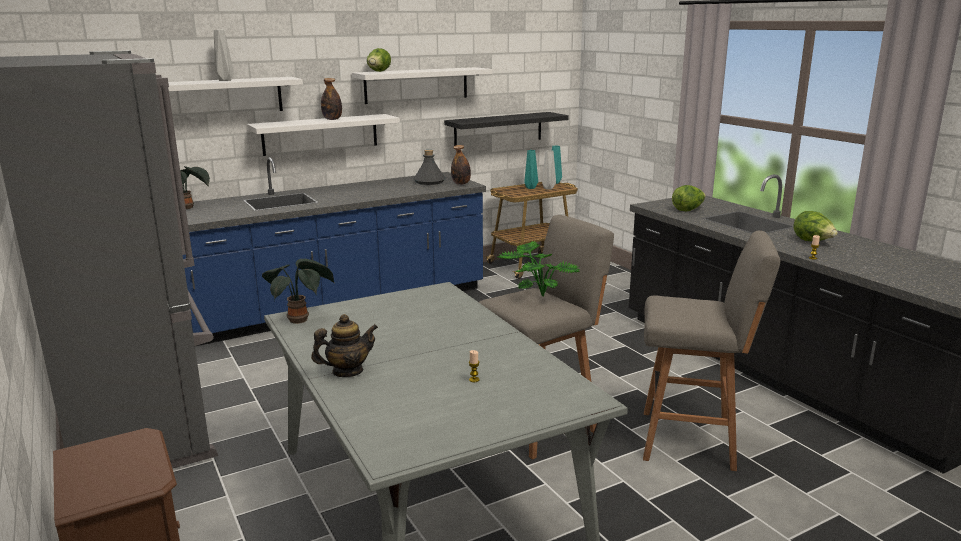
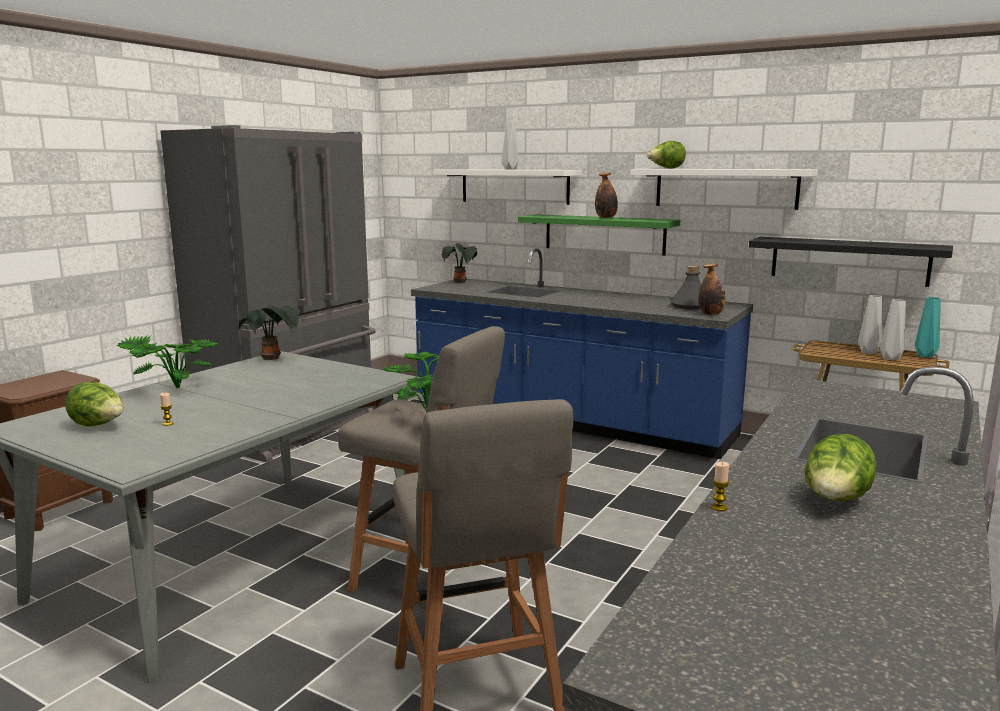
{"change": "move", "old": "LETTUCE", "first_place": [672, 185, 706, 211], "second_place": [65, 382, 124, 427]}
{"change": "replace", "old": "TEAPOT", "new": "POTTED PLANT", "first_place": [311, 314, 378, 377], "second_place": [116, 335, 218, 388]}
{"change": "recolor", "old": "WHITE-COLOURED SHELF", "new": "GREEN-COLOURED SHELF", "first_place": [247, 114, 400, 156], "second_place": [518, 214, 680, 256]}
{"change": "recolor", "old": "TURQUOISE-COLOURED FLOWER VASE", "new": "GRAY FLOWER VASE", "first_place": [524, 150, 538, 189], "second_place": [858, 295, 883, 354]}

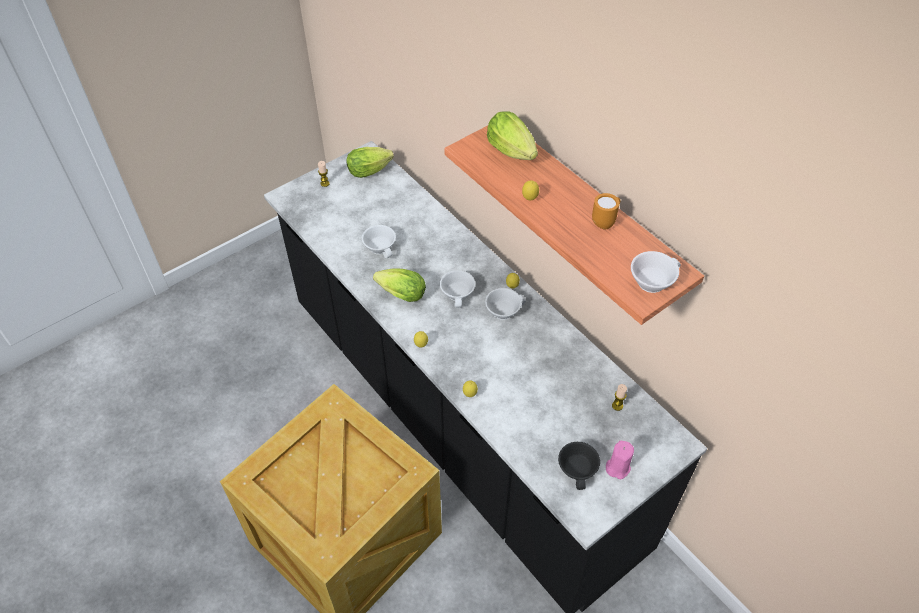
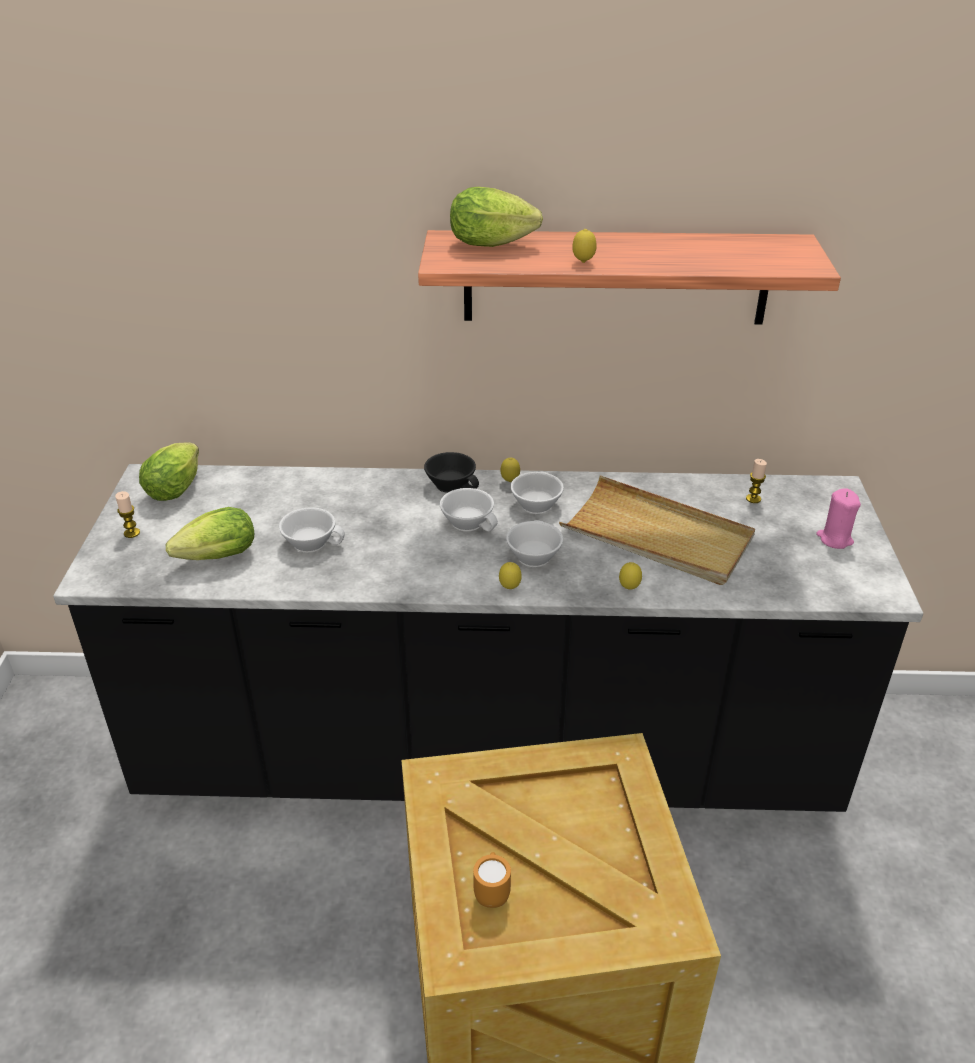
{"change": "insert", "new": "BEIGE-COLOURED CARRYING TRAY", "second_place": [559, 475, 755, 585]}
{"change": "move", "old": "LETTUCE", "first_place": [373, 268, 426, 302], "second_place": [166, 507, 254, 560]}
{"change": "move", "old": "BLACK DRINKING CUP", "first_place": [558, 442, 600, 490], "second_place": [424, 452, 479, 493]}
{"change": "move", "old": "ORANGE-COLOURED COFFEE MUG", "first_place": [592, 193, 621, 230], "second_place": [473, 852, 511, 908]}
{"change": "move", "old": "WHITE-COLOURED DRINKING CUP", "first_place": [631, 251, 681, 293], "second_place": [506, 520, 563, 567]}

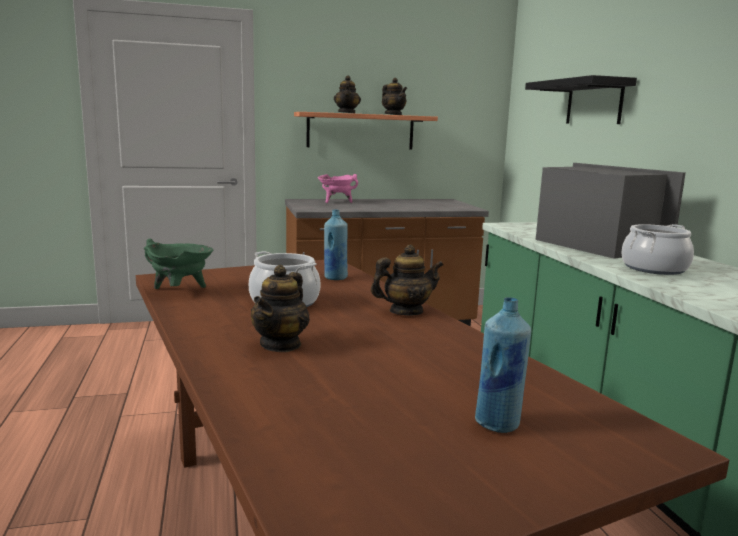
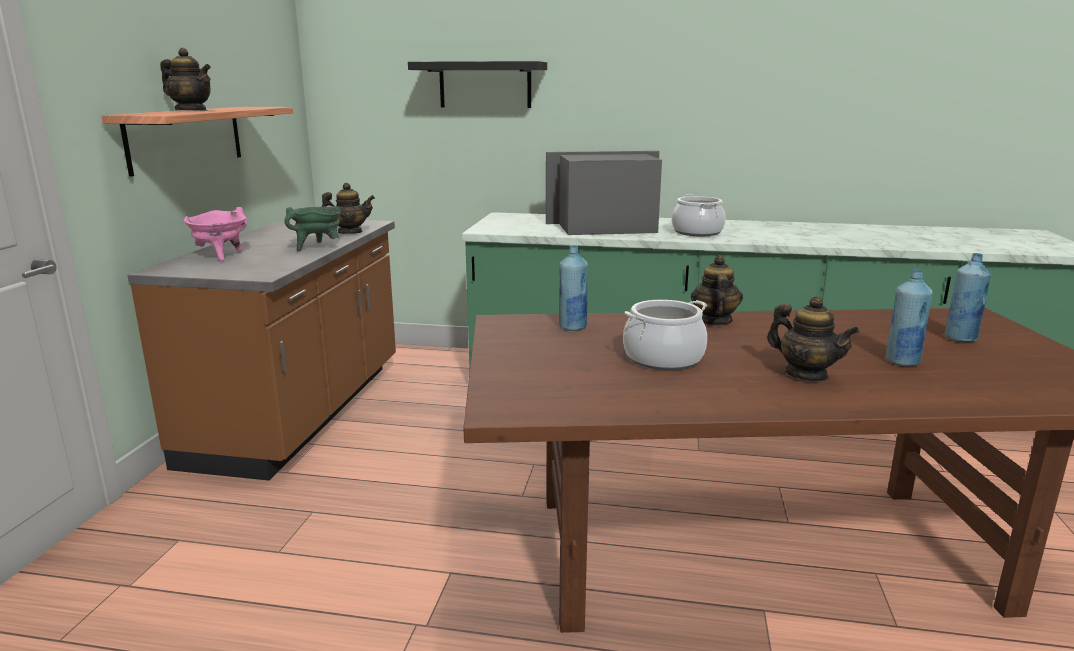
{"change": "insert", "new": "BLUE BEVERAGE BOTTLE", "second_place": [886, 269, 933, 366]}
{"change": "move", "old": "GREEN-COLOURED SAUCEPOT", "first_place": [144, 239, 213, 289], "second_place": [284, 207, 343, 251]}
{"change": "move", "old": "TEAPOT", "first_place": [382, 78, 407, 115], "second_place": [322, 183, 375, 234]}

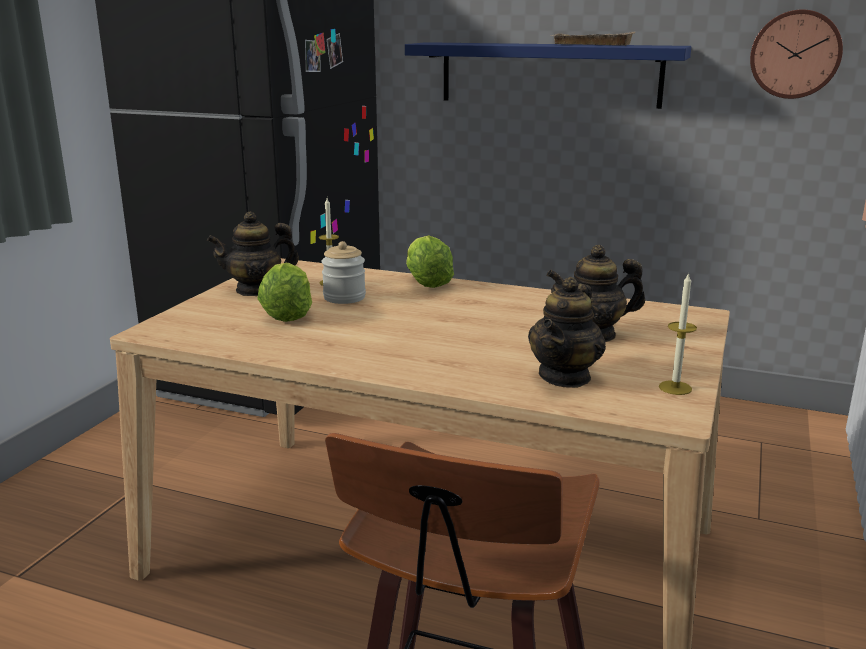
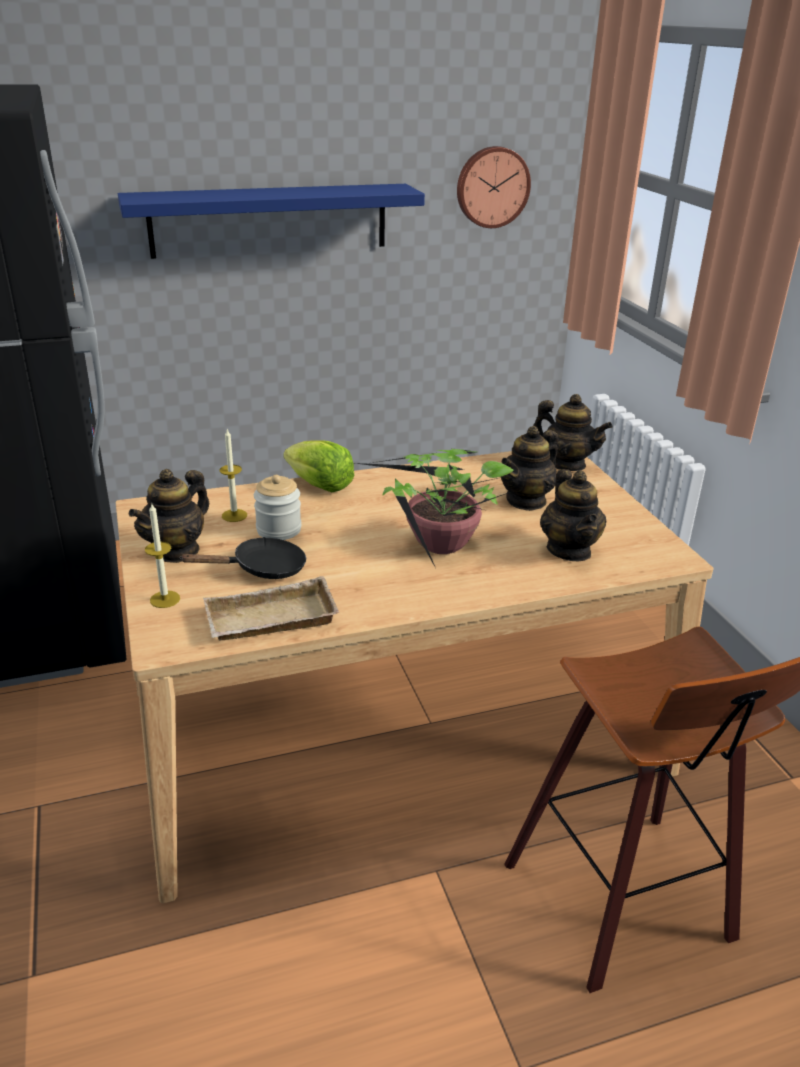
{"change": "insert", "new": "POTTED PLANT", "second_place": [356, 449, 513, 568]}
{"change": "insert", "new": "TEAPOT", "second_place": [533, 394, 612, 471]}
{"change": "move", "old": "BEIGE-COLOURED CARRYING TRAY", "first_place": [551, 31, 636, 46], "second_place": [203, 576, 340, 641]}
{"change": "move", "old": "WAX LIGHT", "first_place": [659, 272, 697, 395], "second_place": [145, 502, 180, 608]}
{"change": "replace", "old": "LETTUCE", "new": "BLACK PAN", "first_place": [257, 263, 312, 322], "second_place": [179, 537, 306, 579]}

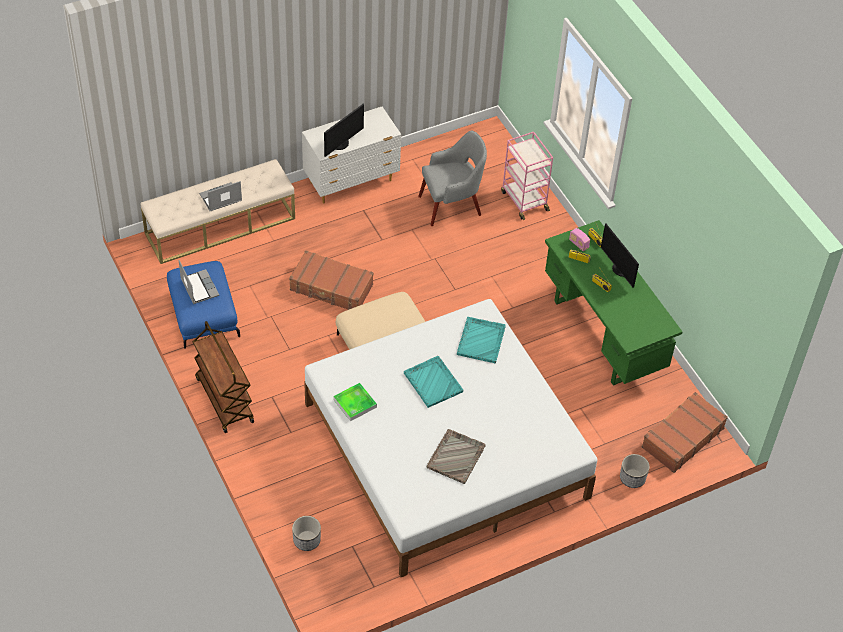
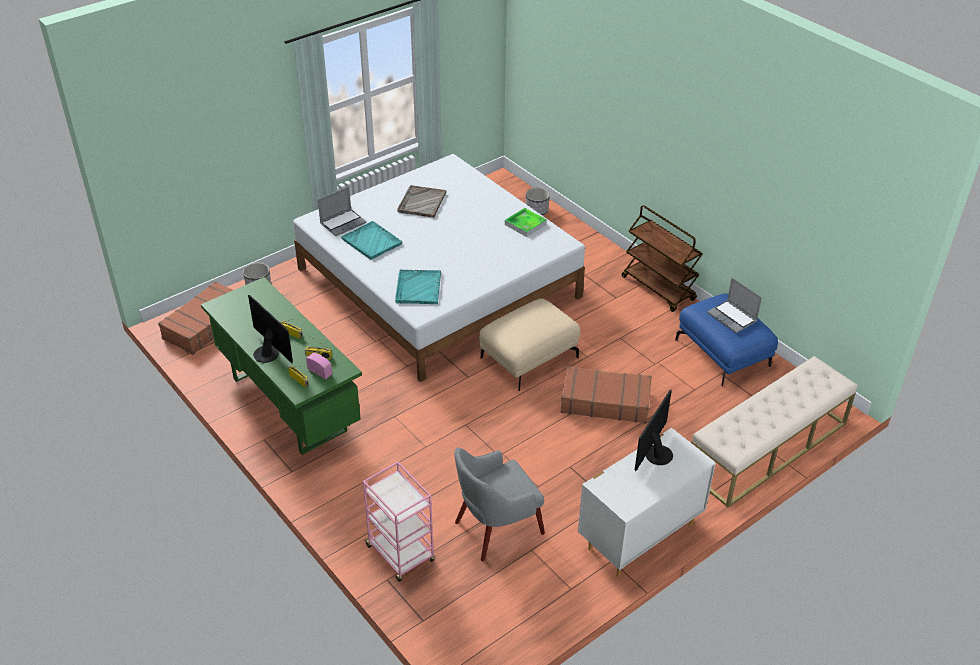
{"change": "move", "old": "PORTABLE COMPUTER", "first_place": [199, 181, 242, 211], "second_place": [318, 186, 366, 236]}
{"change": "move", "old": "TURQUOISE-COLOURED CARRYING TRAY", "first_place": [404, 356, 463, 408], "second_place": [341, 221, 402, 260]}

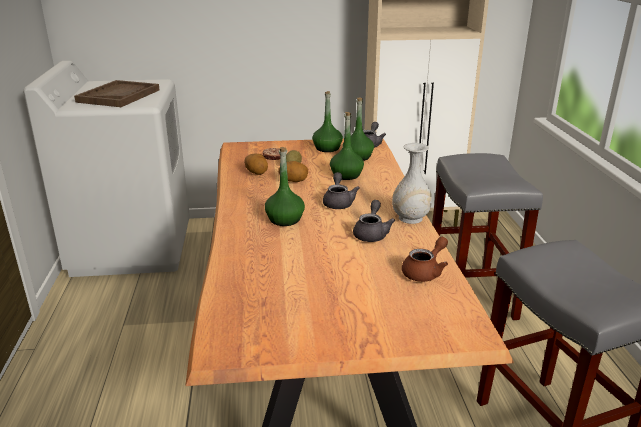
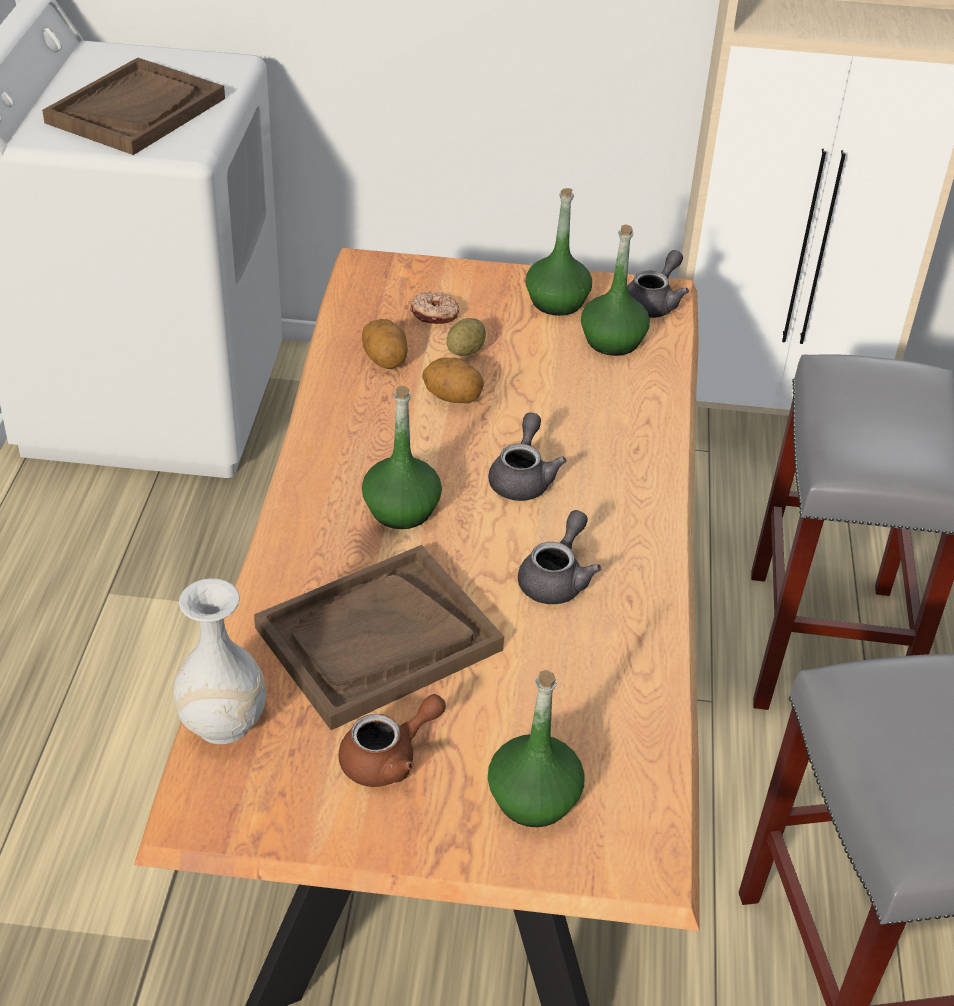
{"change": "insert", "new": "BROWNISH CARRYING TRAY", "second_place": [254, 545, 504, 730]}
{"change": "move", "old": "GREEN-COLOURED BEVERAGE BOTTLE", "first_place": [330, 112, 364, 180], "second_place": [488, 670, 585, 827]}
{"change": "move", "old": "WHITE-COLOURED FLOWER VASE", "first_place": [392, 143, 432, 224], "second_place": [173, 578, 267, 744]}
{"change": "move", "old": "BROWNISH TEAPOT", "first_place": [402, 237, 448, 282], "second_place": [338, 694, 446, 787]}

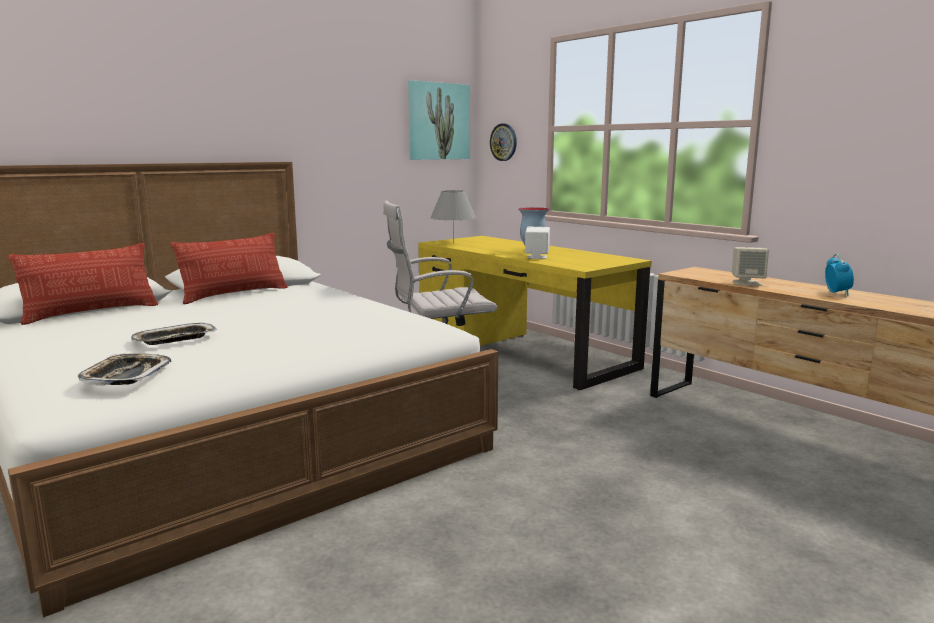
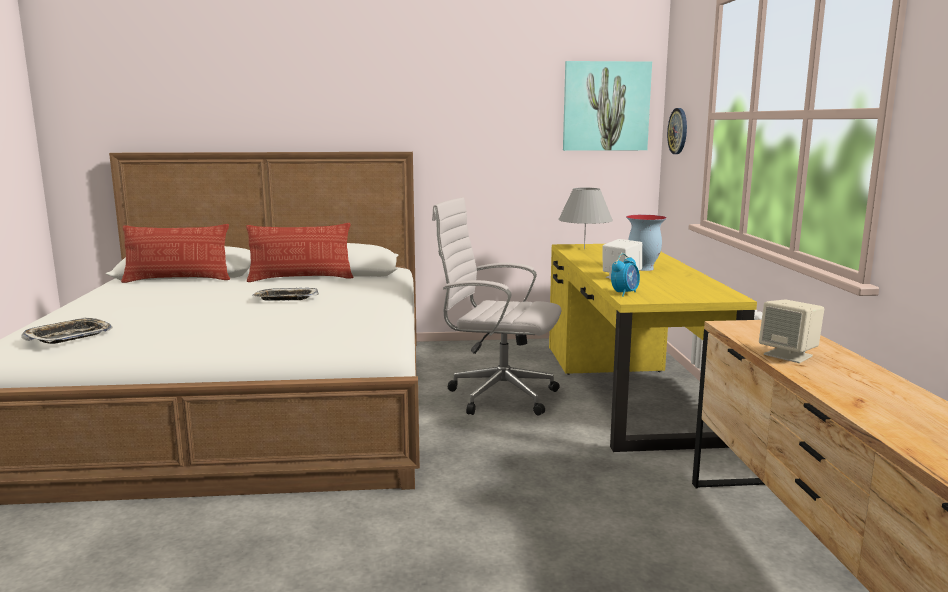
{"change": "move", "old": "CARRYING TRAY", "first_place": [131, 323, 218, 345], "second_place": [253, 288, 319, 301]}
{"change": "move", "old": "TABLE CLOCK", "first_place": [825, 254, 854, 296], "second_place": [611, 253, 640, 297]}

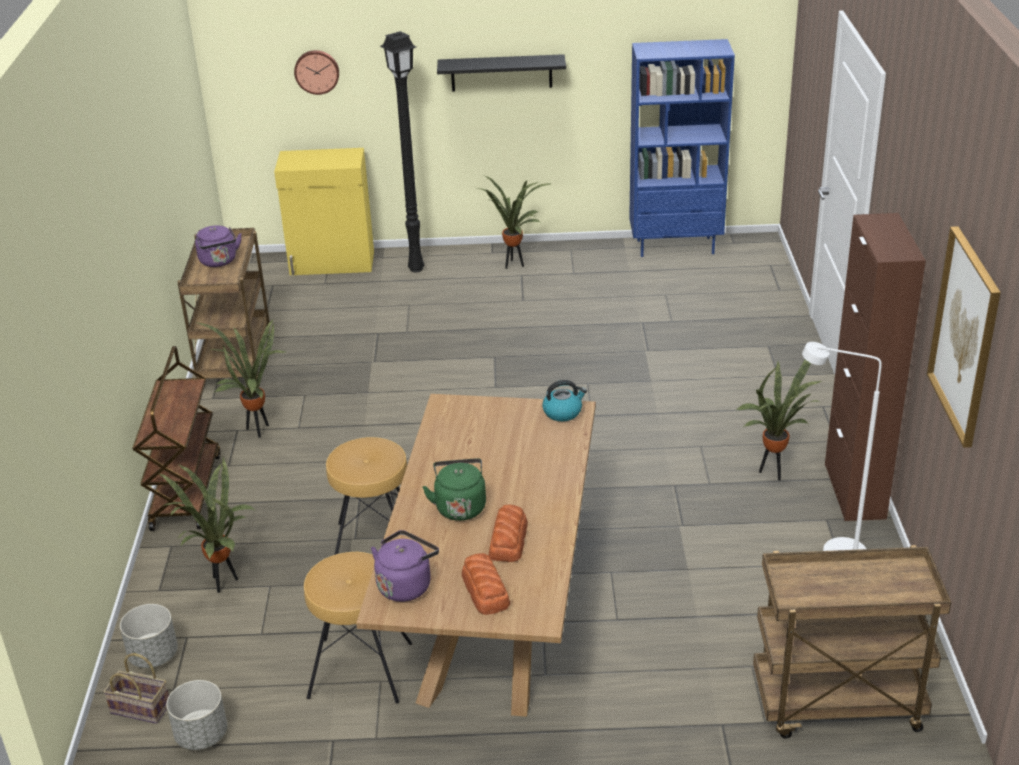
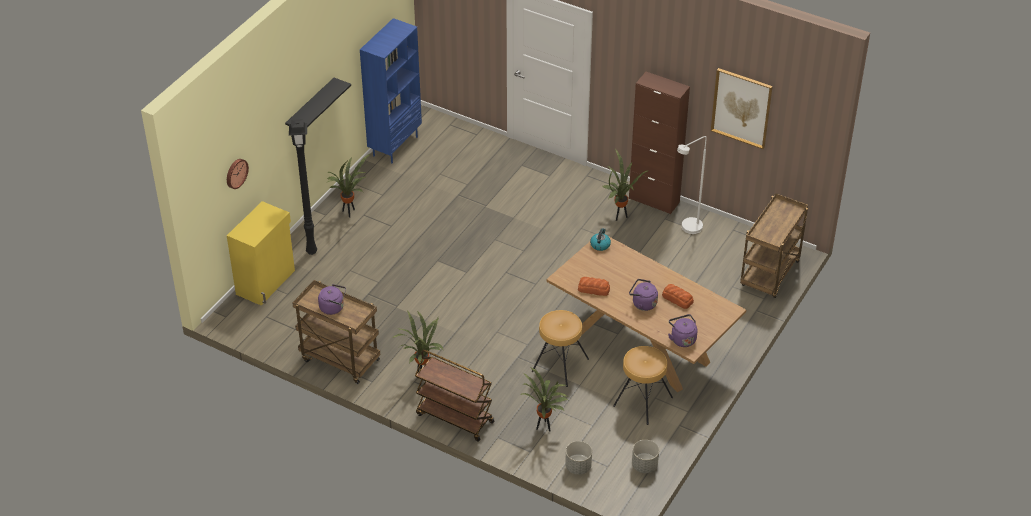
{"change": "delete", "old": "HOUSEHOLD BASKET", "first_place": [103, 653, 169, 724]}
{"change": "move", "old": "BAKED BREAD", "first_place": [461, 553, 510, 615], "second_place": [578, 277, 610, 296]}
{"change": "recolor", "old": "GREEN-COLOURED KETTLE", "new": "PURPLE-COLOURED KETTLE", "first_place": [422, 458, 486, 521], "second_place": [629, 279, 658, 311]}

